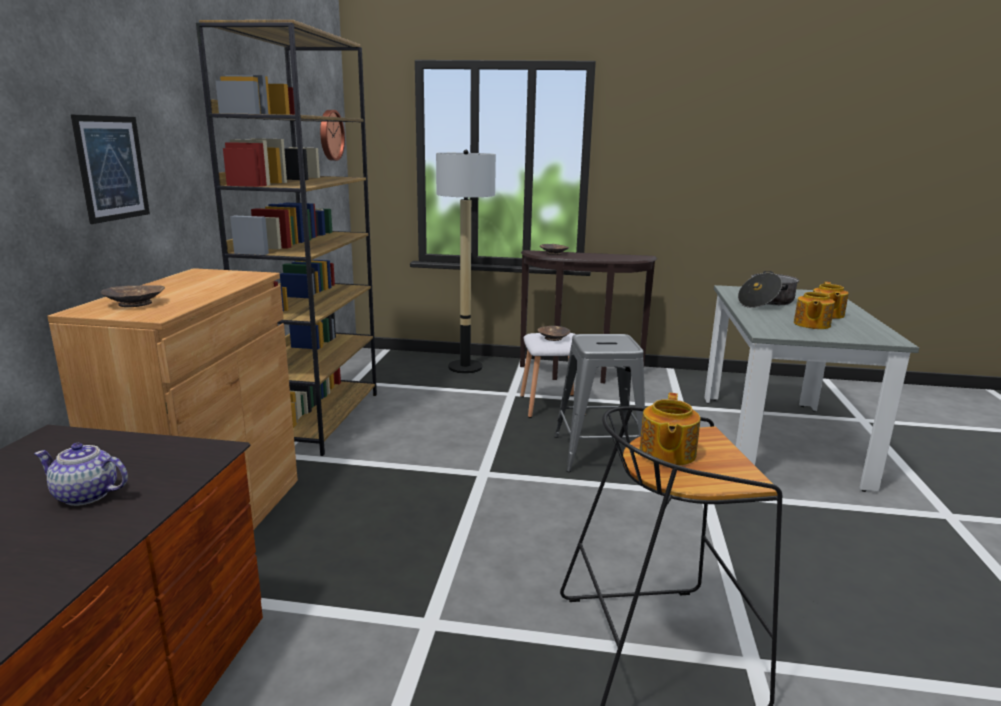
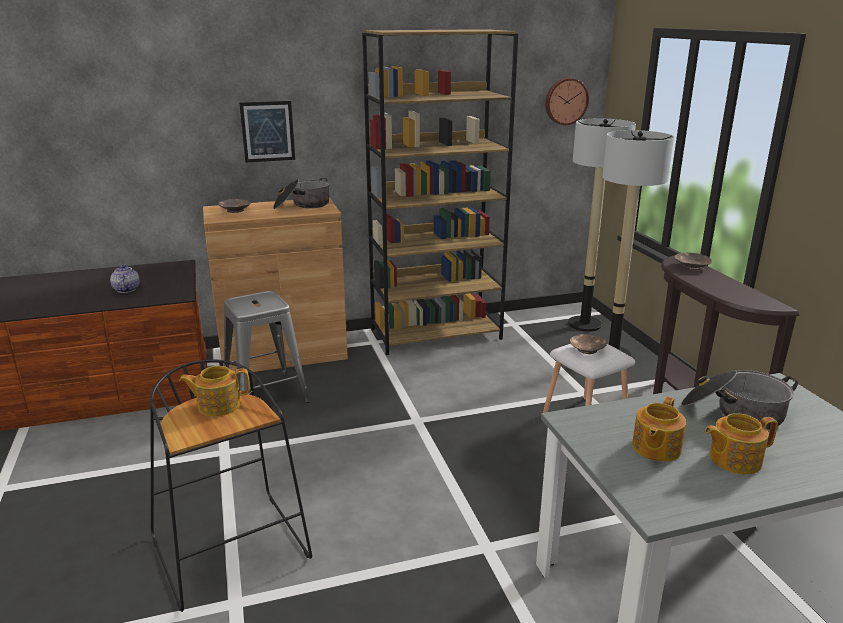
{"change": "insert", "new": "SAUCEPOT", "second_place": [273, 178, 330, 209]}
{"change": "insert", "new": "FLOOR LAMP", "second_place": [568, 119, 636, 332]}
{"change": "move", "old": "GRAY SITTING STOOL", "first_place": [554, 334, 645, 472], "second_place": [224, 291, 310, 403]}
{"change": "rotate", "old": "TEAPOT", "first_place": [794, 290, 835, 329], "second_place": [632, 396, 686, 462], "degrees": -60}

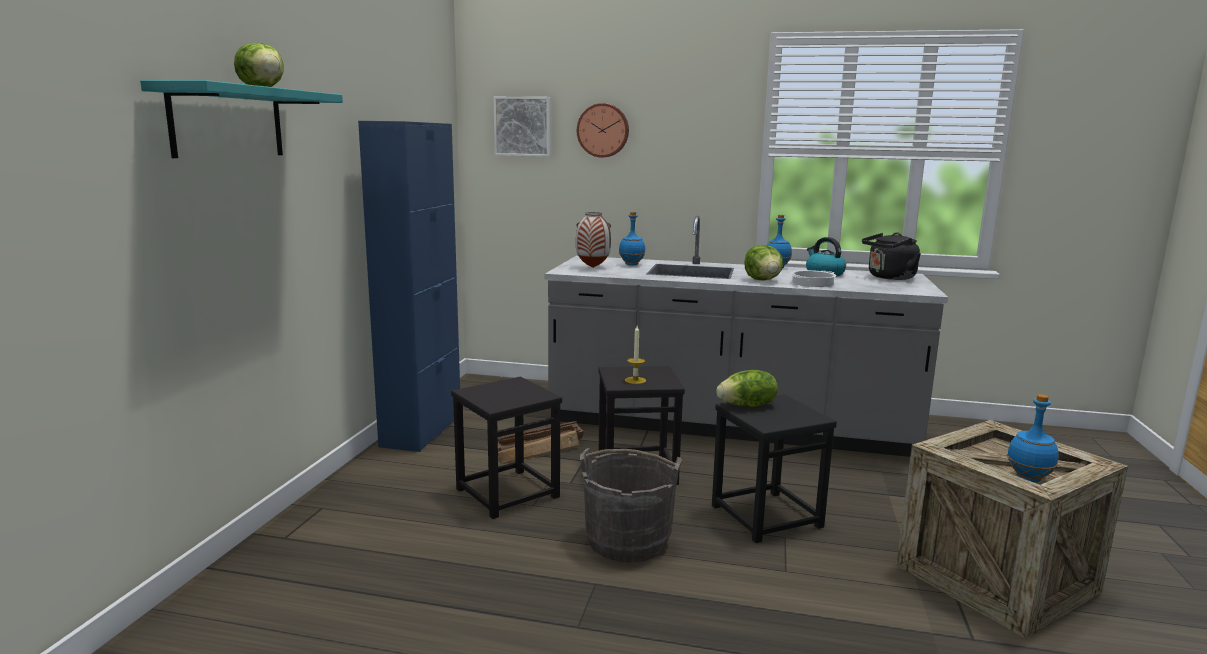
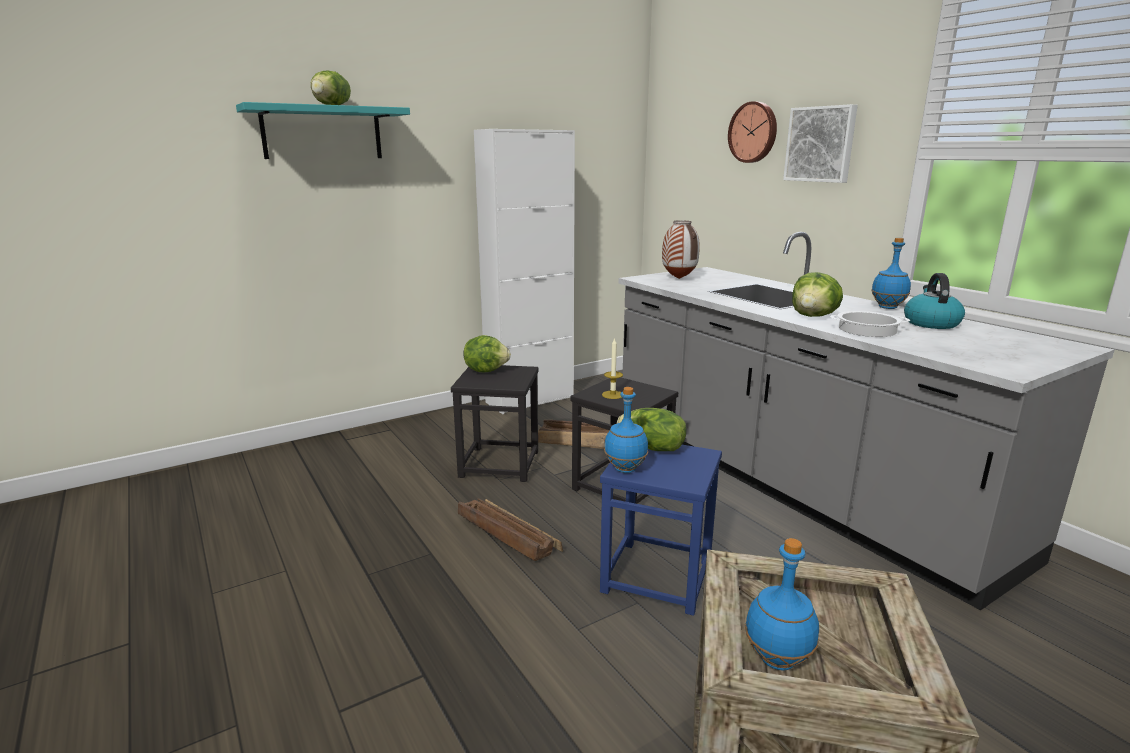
{"change": "delete", "old": "BLACK KETTLE", "first_place": [862, 232, 921, 280]}
{"change": "insert", "new": "LETTUCE", "second_place": [463, 335, 511, 372]}
{"change": "move", "old": "PICTURE", "first_place": [493, 97, 551, 157], "second_place": [783, 104, 858, 183]}
{"change": "move", "old": "BLUE BEVERAGE BOTTLE", "first_place": [619, 212, 645, 266], "second_place": [604, 387, 648, 473]}
{"change": "replace", "old": "GRAY PAIL", "new": "PACKING CRATE", "first_place": [580, 448, 682, 563], "second_place": [458, 498, 563, 561]}
{"change": "recolor", "old": "BLUE STORAGE CABINET", "new": "WHITE-COLOURED STORAGE CABINET", "first_place": [358, 121, 460, 452], "second_place": [474, 129, 575, 414]}
{"change": "recolor", "old": "BLACK SITTING STOOL", "new": "BLUE SITTING STOOL", "first_place": [712, 394, 837, 543], "second_place": [600, 445, 722, 616]}

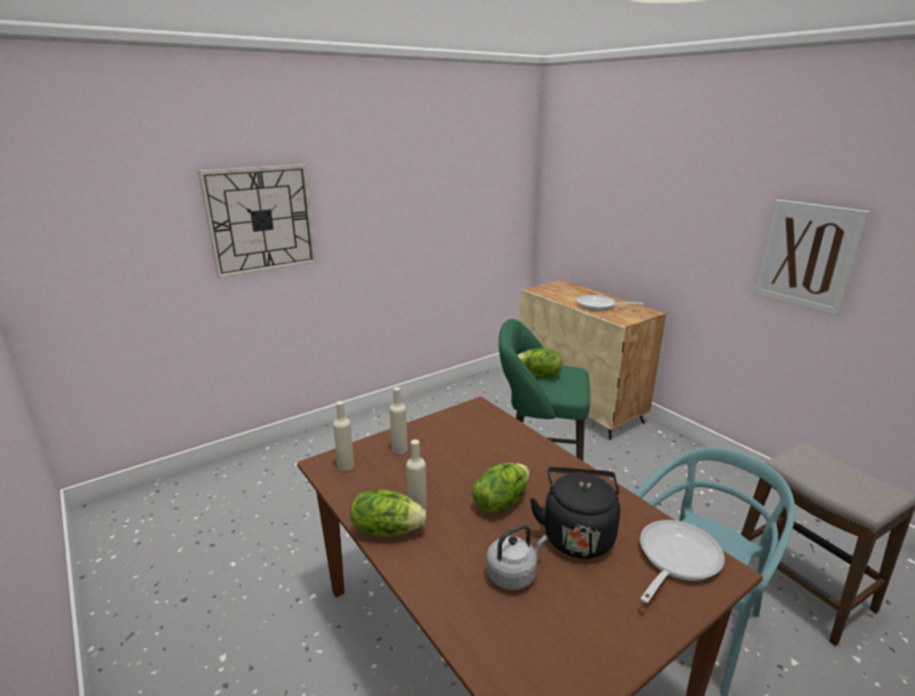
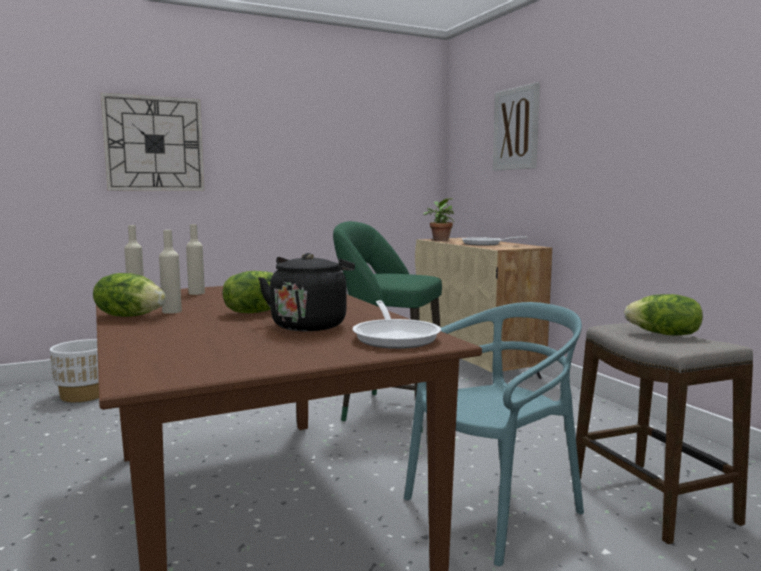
{"change": "delete", "old": "GRAY KETTLE", "first_place": [486, 524, 547, 590]}
{"change": "insert", "new": "WHITE-COLOURED PLANTER", "second_place": [50, 339, 99, 402]}
{"change": "insert", "new": "POTTED PLANT", "second_place": [423, 198, 454, 241]}
{"change": "move", "old": "LETTUCE", "first_place": [517, 349, 562, 377], "second_place": [624, 294, 703, 336]}
{"change": "move", "old": "PICTURE", "first_place": [754, 200, 870, 316], "second_place": [493, 82, 540, 171]}
{"change": "rotate", "old": "PAN", "first_place": [640, 520, 725, 603], "second_place": [352, 300, 441, 349], "degrees": 120}

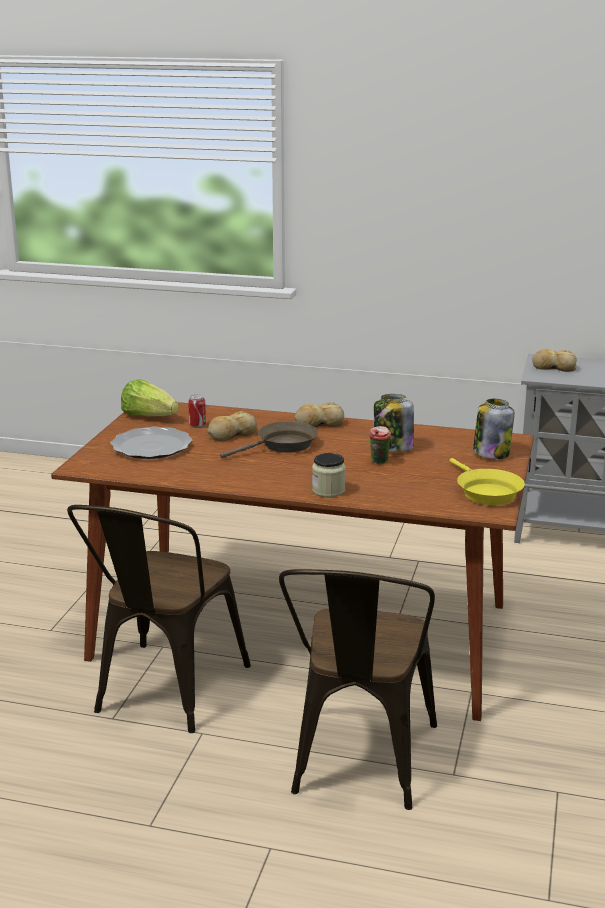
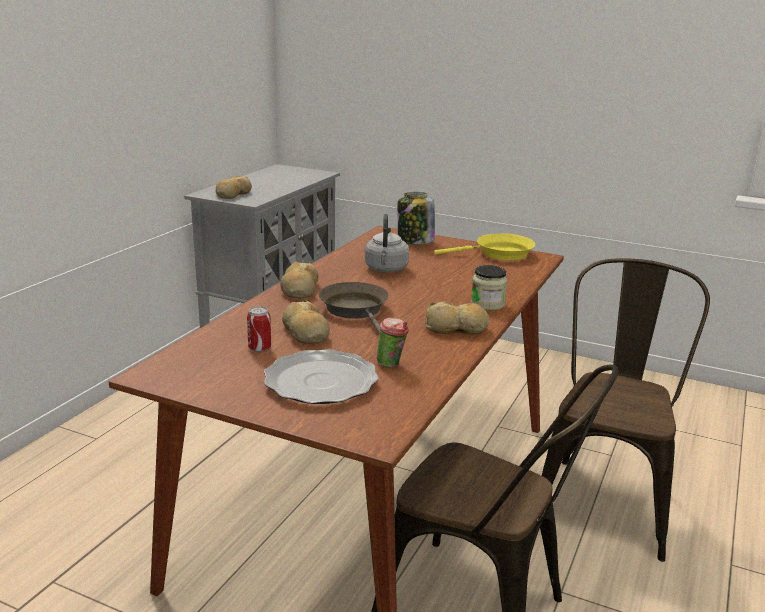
{"change": "delete", "old": "LETTUCE", "first_place": [121, 379, 179, 416]}
{"change": "insert", "new": "BAKED BREAD", "second_place": [425, 302, 490, 334]}
{"change": "move", "old": "DRINKING CUP", "first_place": [369, 426, 391, 464], "second_place": [377, 318, 409, 367]}
{"change": "replace", "old": "PRESERVE JAR", "new": "GRAY KETTLE", "first_place": [374, 394, 414, 452], "second_place": [365, 214, 409, 272]}
{"change": "rotate", "old": "BROWNISH CHAIR", "first_place": [279, 569, 437, 810], "second_place": [542, 258, 710, 562], "degrees": -90}

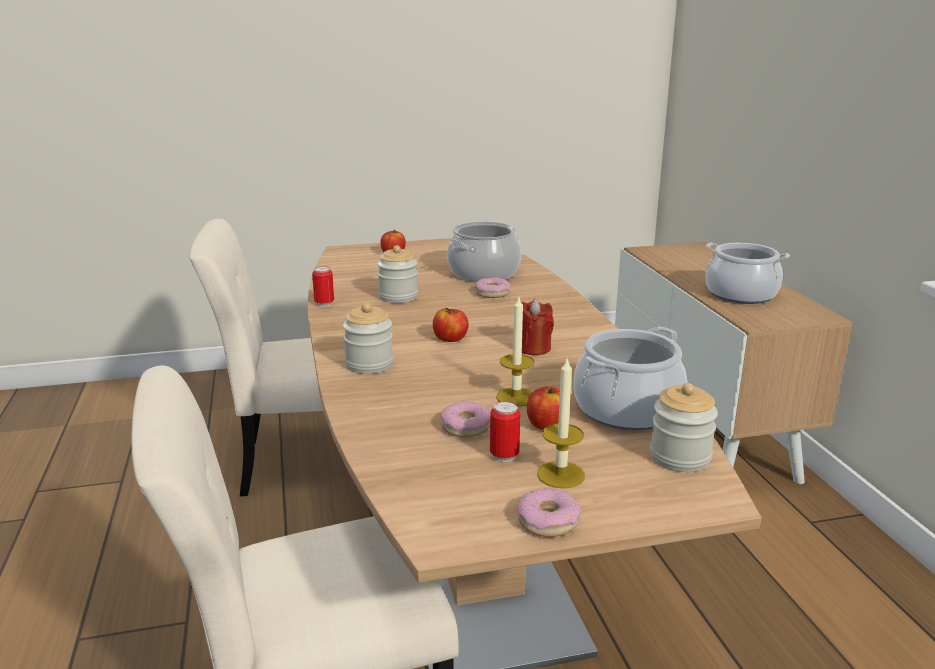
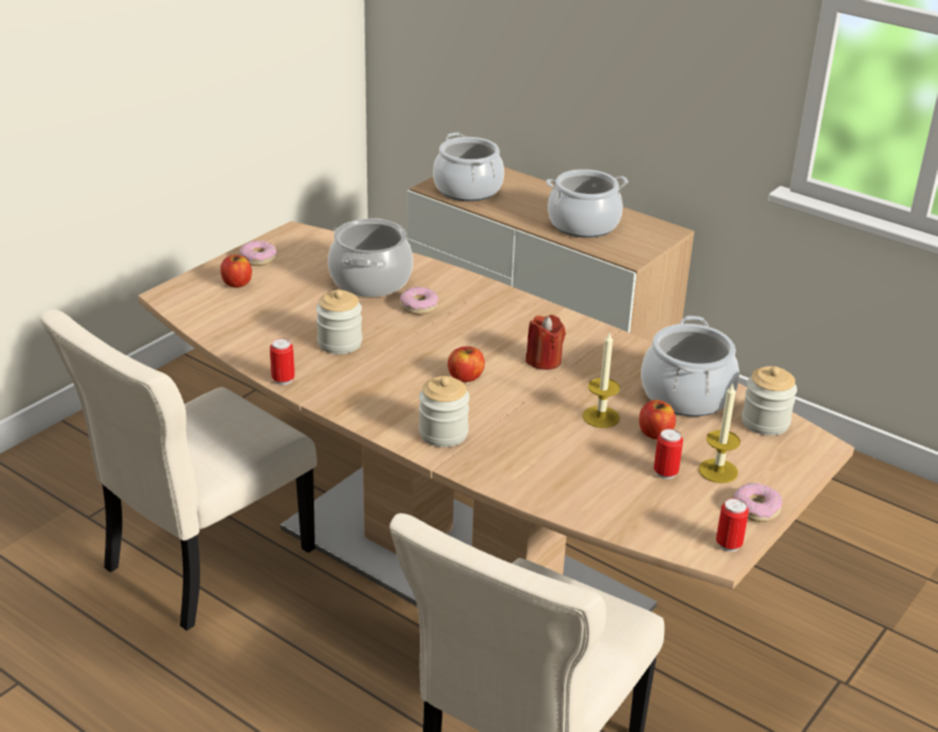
{"change": "insert", "new": "SAUCEPOT", "second_place": [433, 133, 504, 201]}
{"change": "insert", "new": "METAL CAN", "second_place": [716, 498, 749, 552]}
{"change": "move", "old": "DONUT", "first_place": [441, 401, 490, 437], "second_place": [239, 241, 277, 266]}

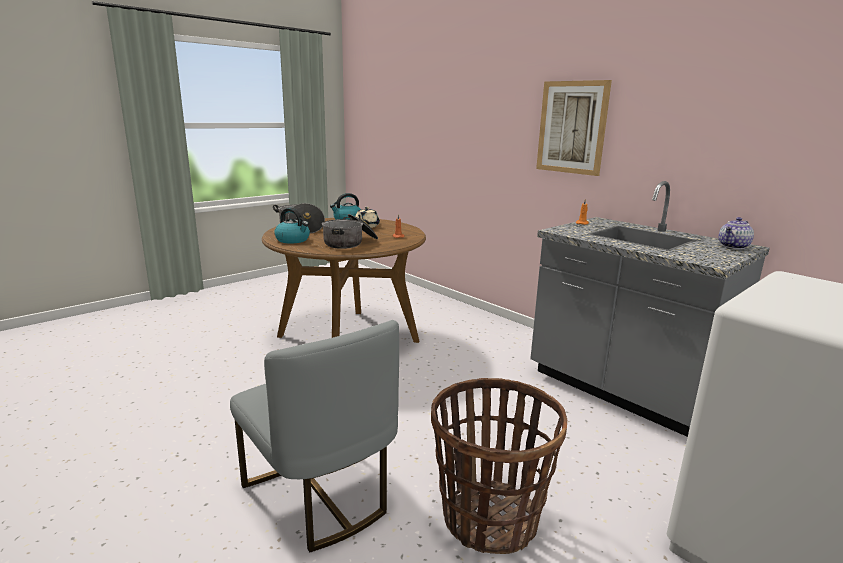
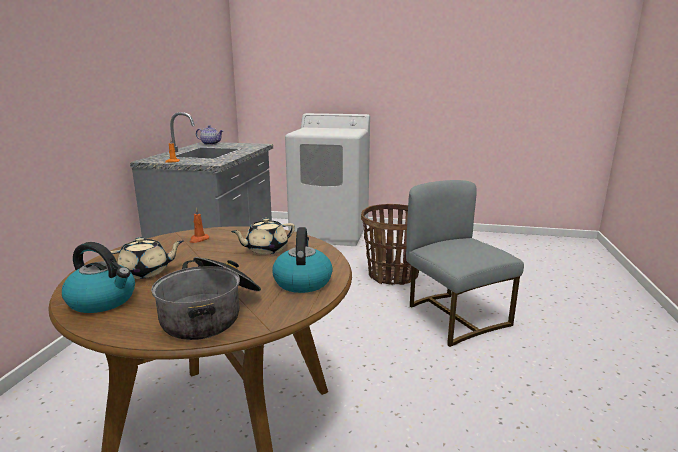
{"change": "delete", "old": "PICTURE", "first_place": [536, 80, 612, 176]}
{"change": "replace", "old": "SAUCEPOT", "new": "BEIGE-COLOURED TEAPOT", "first_place": [322, 214, 378, 249], "second_place": [231, 218, 295, 255]}
{"change": "rotate", "old": "GRAY CHAIR", "first_place": [230, 320, 399, 552], "second_place": [406, 180, 524, 347], "degrees": -45}

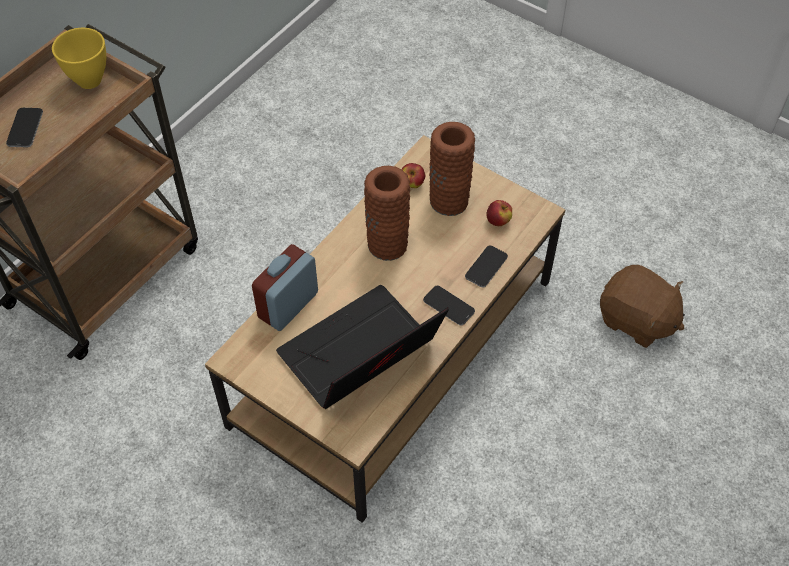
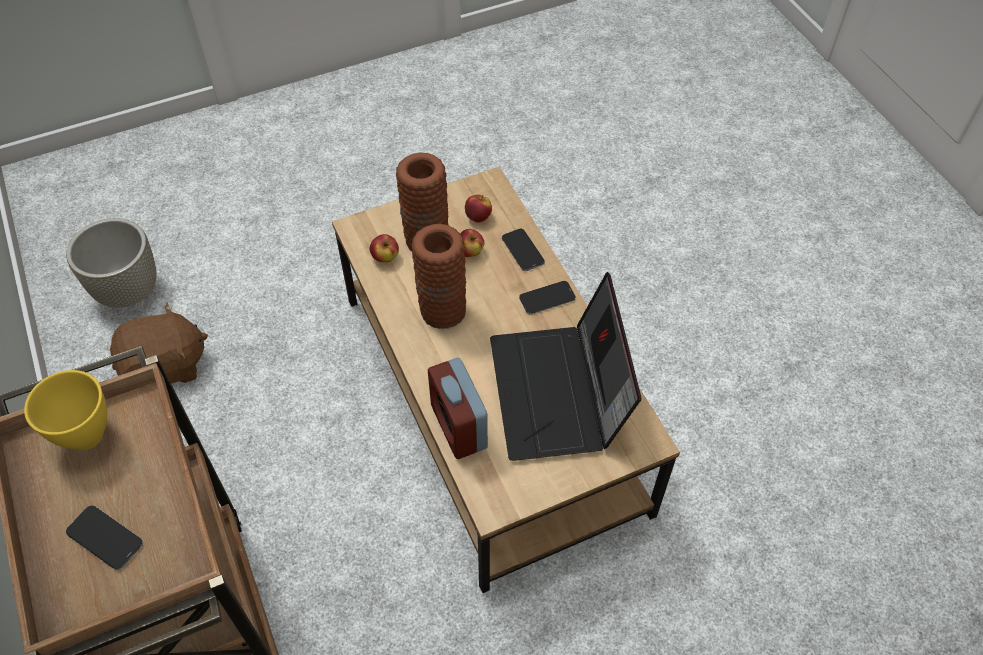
{"change": "insert", "new": "GRAY PLANTER", "second_place": [66, 218, 156, 308]}
{"change": "insert", "new": "APPLE FRUIT", "second_place": [460, 229, 484, 257]}
{"change": "move", "old": "BROWNISH SOFT TOY", "first_place": [600, 265, 685, 348], "second_place": [110, 303, 208, 384]}

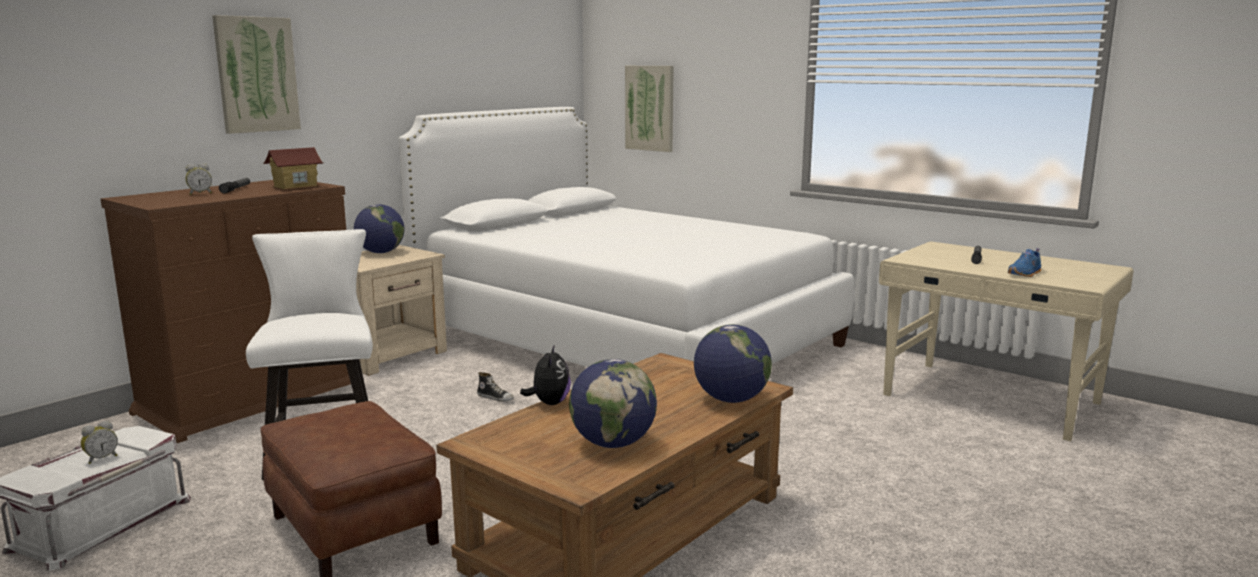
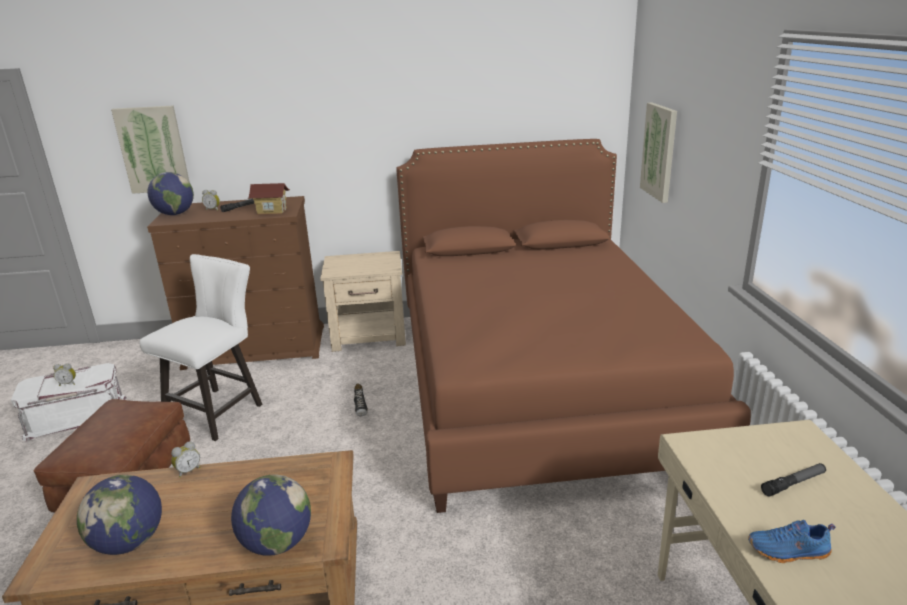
{"change": "move", "old": "PICTURE", "first_place": [212, 15, 301, 134], "second_place": [111, 105, 190, 194]}
{"change": "move", "old": "GLOBE", "first_place": [354, 204, 404, 253], "second_place": [147, 172, 194, 215]}
{"change": "replace", "old": "SOFT TOY", "new": "TABLE CLOCK", "first_place": [520, 344, 571, 405], "second_place": [171, 441, 200, 478]}
{"change": "recolor", "old": "WHITE-COLOURED BEDROOM BED", "new": "BROWNISH BEDROOM BED", "first_place": [399, 107, 854, 367], "second_place": [396, 139, 751, 513]}

